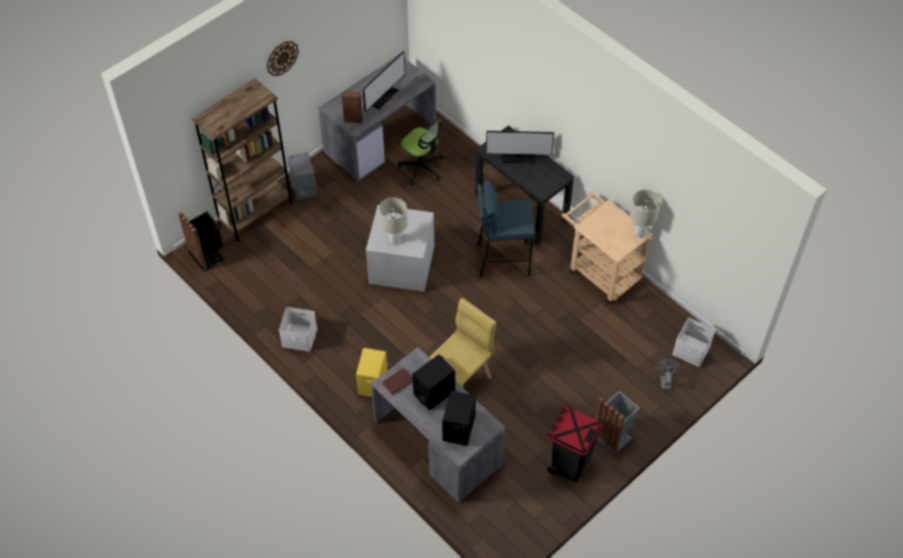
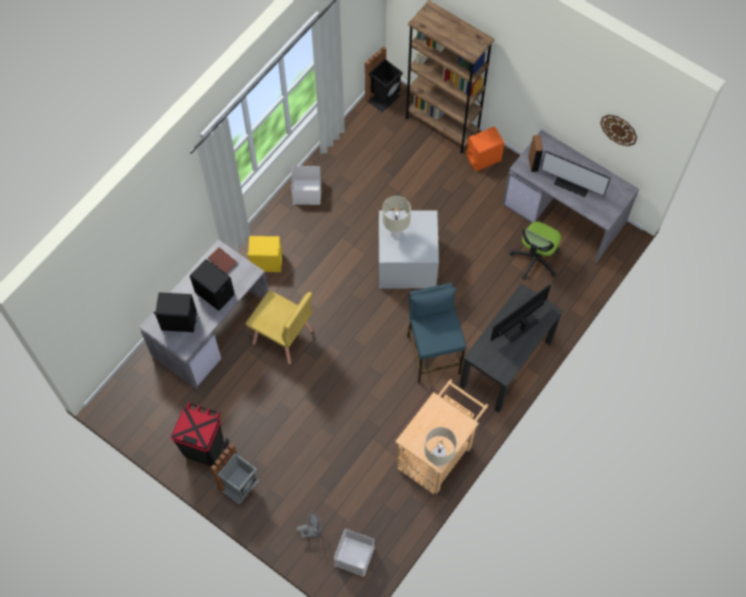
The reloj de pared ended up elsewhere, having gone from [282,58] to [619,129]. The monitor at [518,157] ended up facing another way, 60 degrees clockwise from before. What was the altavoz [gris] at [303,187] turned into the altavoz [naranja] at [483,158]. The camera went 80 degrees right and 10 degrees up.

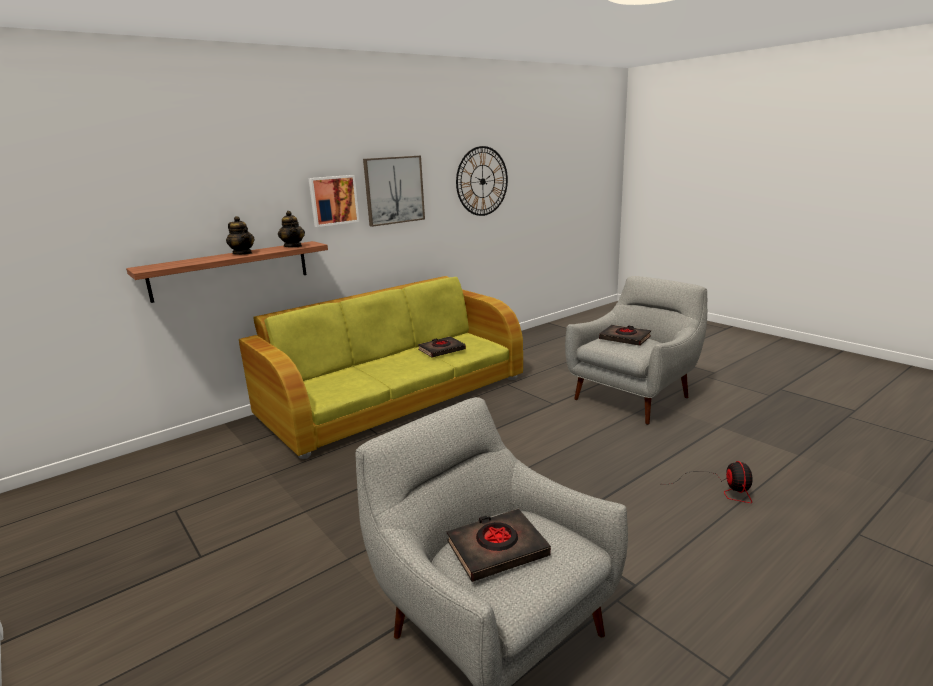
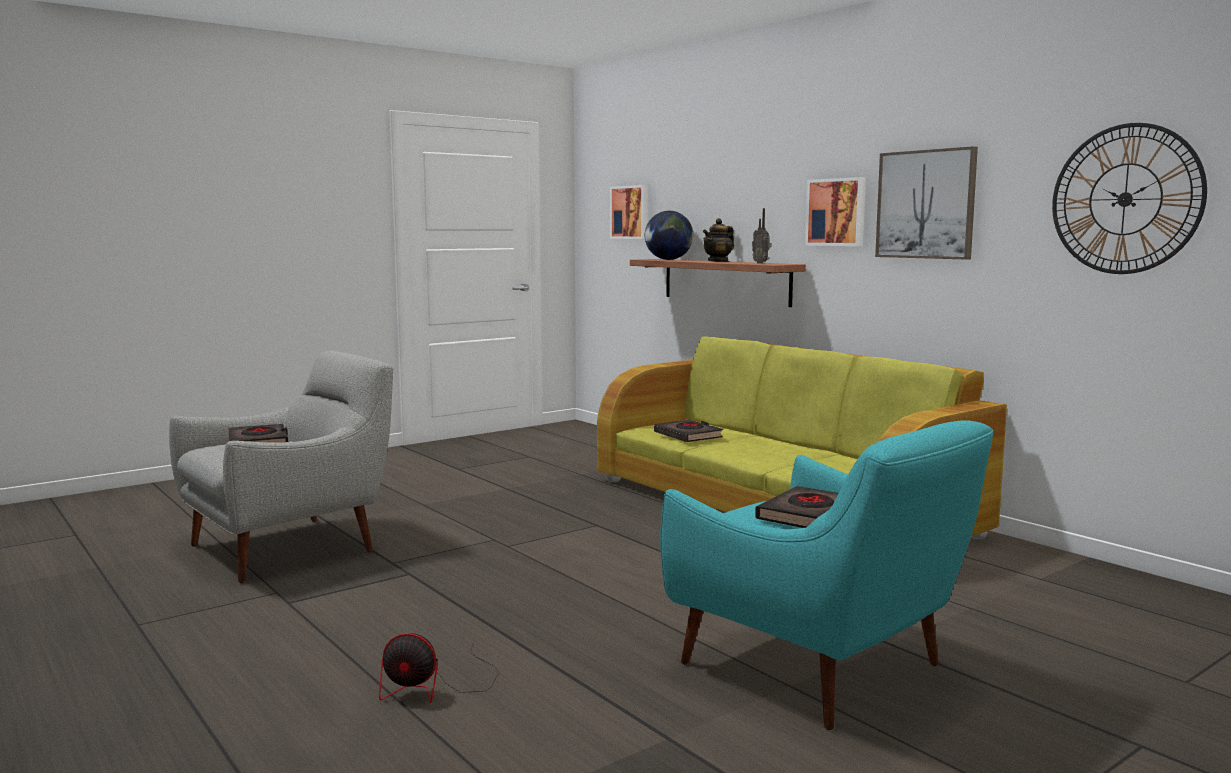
Where the tetera stood at [293,246], the radio came to stand at [761,263]. What was the sillón [gris] at [634,396] turned into the sillón [turquesa] at [820,669]. The libro [negro] ended up elsewhere, having gone from [441,350] to [688,436]. The second view gained the cuadro at [630,212]. The second view gained the globo terráqueo at [668,259]. The camera went 90 degrees right and 10 degrees down.

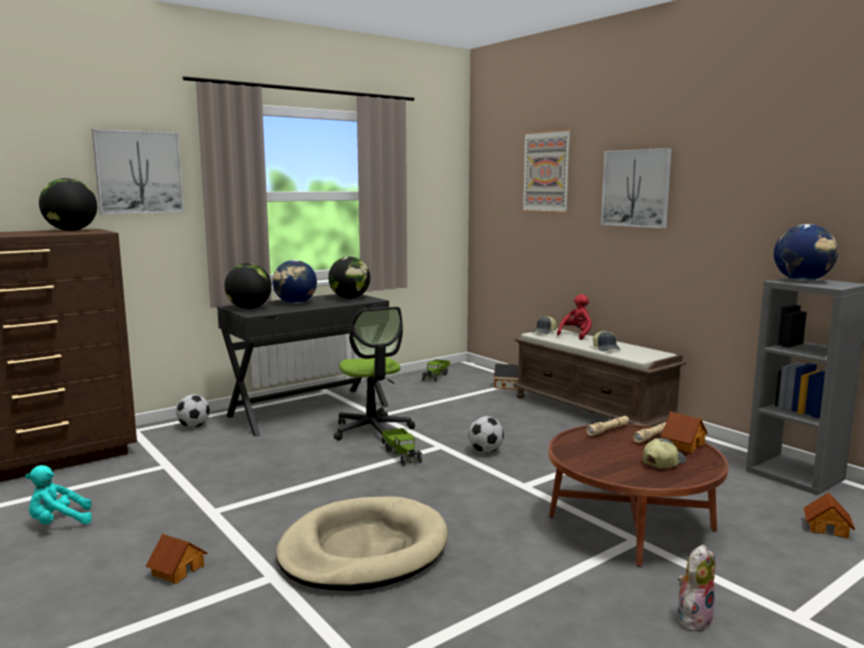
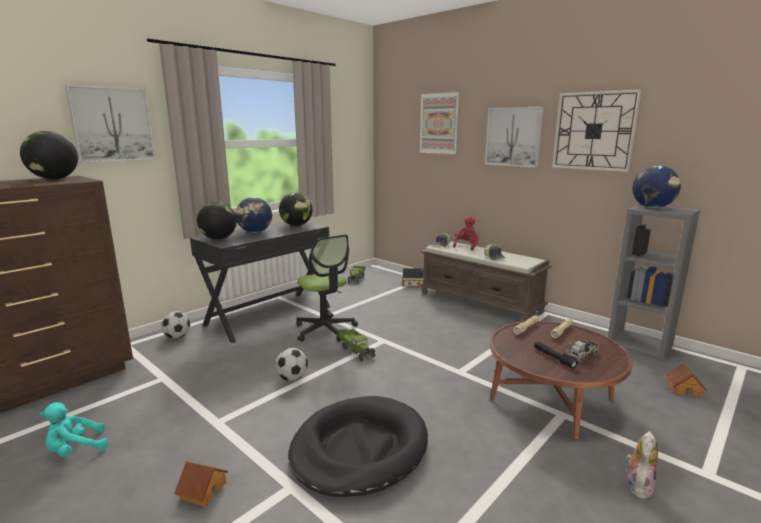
The second view lost the casita at [682,444]. The balón de fútbol ended up elsewhere, having gone from [485,451] to [292,378]. Where the gorra stood at [663,462], the camión de juguete came to stand at [582,355]. What was the cama para perro [beis] at [363,550] turned into the cama para perro [negro] at [359,448]. The second view gained the reloj de pared at [594,131]. The second view gained the linterna [negro] at [554,358]. The camera went 10 degrees left and 5 degrees up.

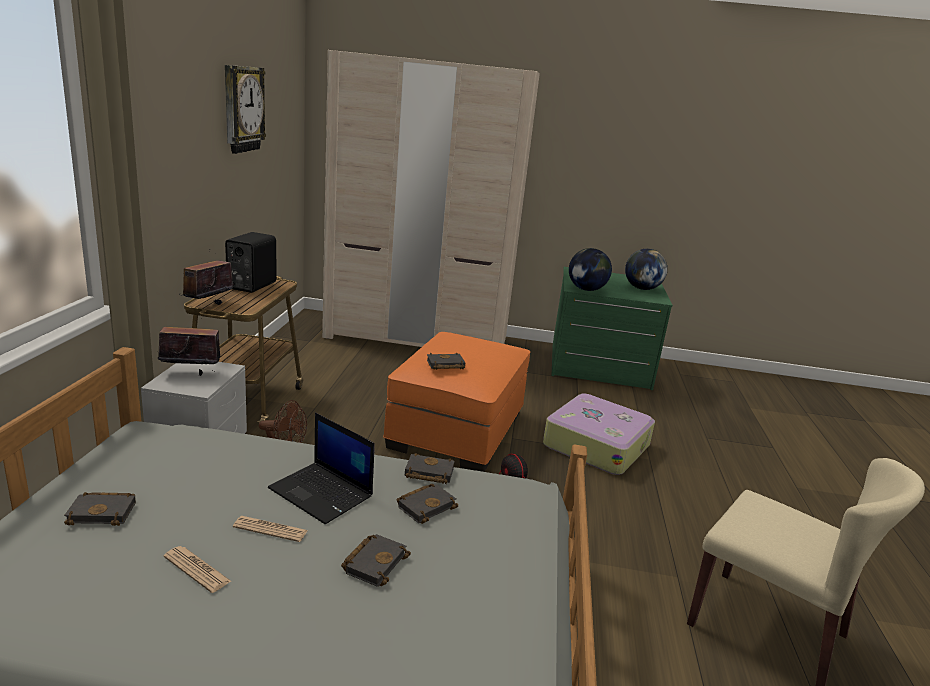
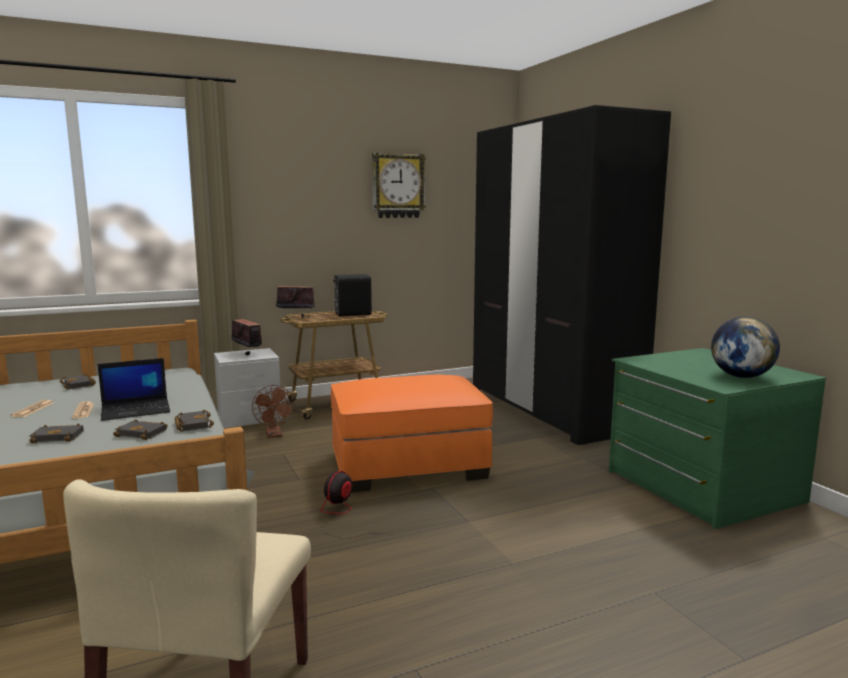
What was the armario ropero [beis] at [417,338] turned into the armario ropero [negro] at [550,409]. The second view lost the globo terráqueo at [586,289]. The second view lost the libro [negro] at [444,365]. The second view lost the maleta at [596,445]. The portátil at [322,493] ended up facing another way, 120 degrees counterclockwise from before. The camera went 60 degrees right and 10 degrees down.

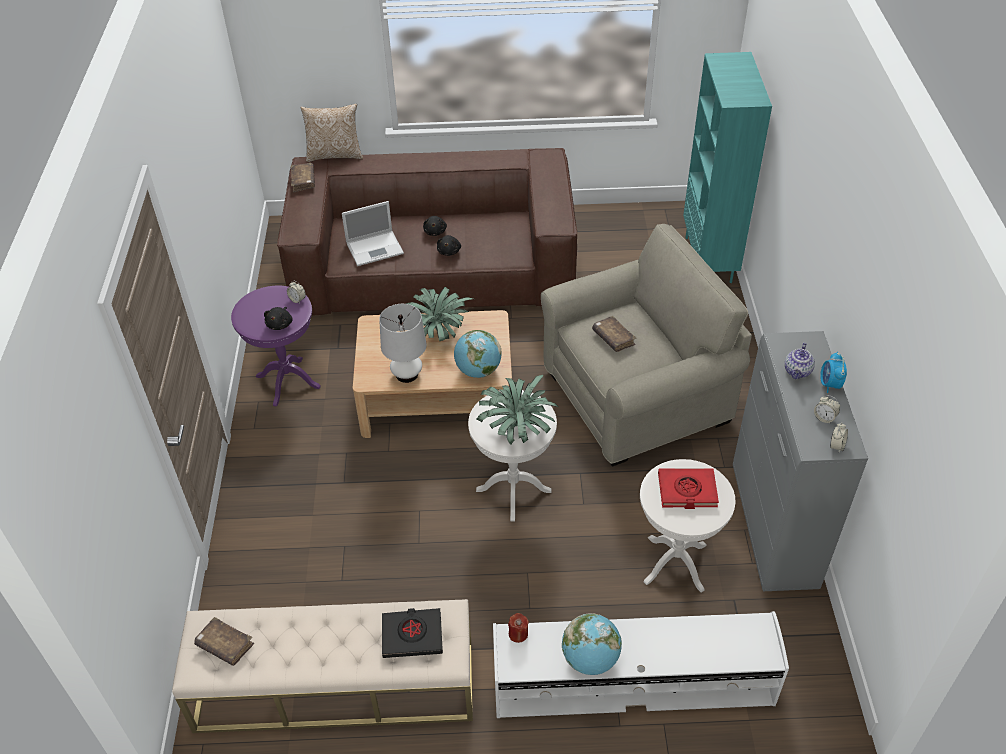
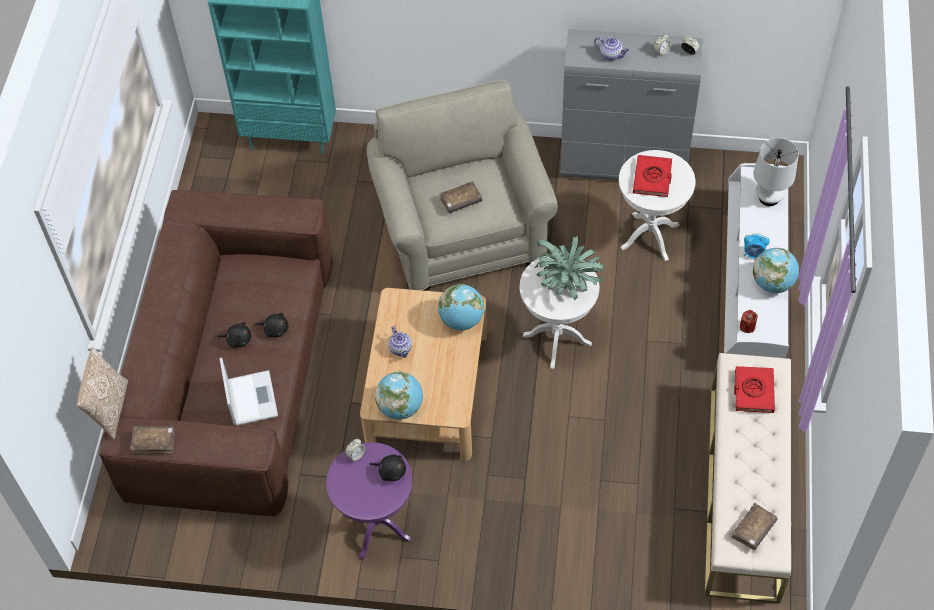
Where the planta en maceta stood at [437,332], the tetera came to stand at [401,349]. The lámpara de mesa [blanco] ended up elsewhere, having gone from [407,374] to [769,197]. The despertador ended up elsewhere, having gone from [829,384] to [753,254]. What was the libro [negro] at [412,635] turned into the libro [rojo] at [753,391]. The second view gained the globo terráqueo at [400,407]. The camera went 80 degrees left and 10 degrees up.

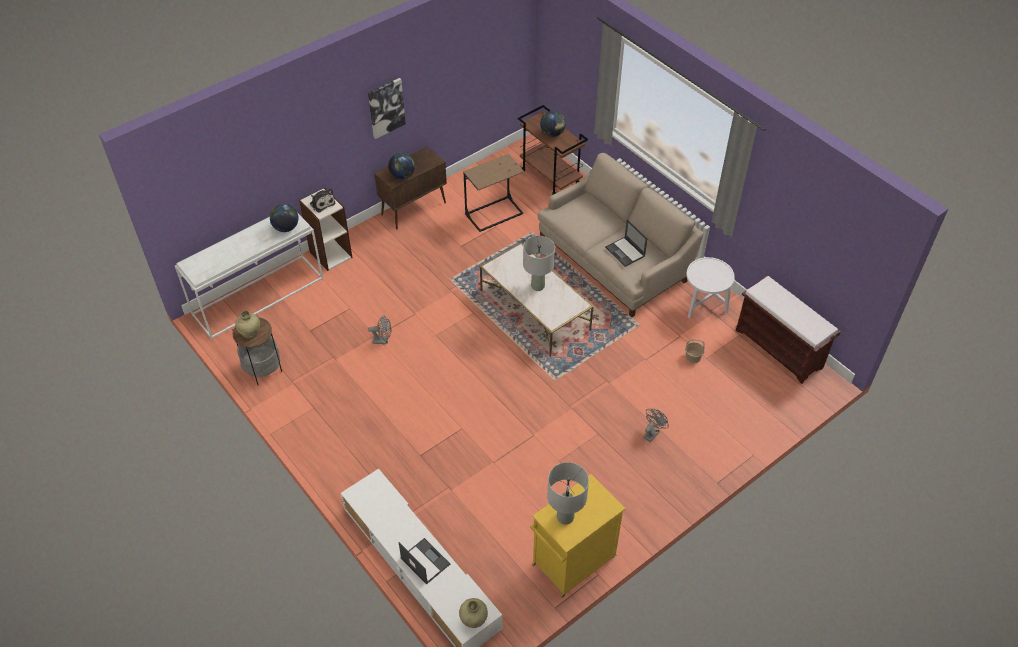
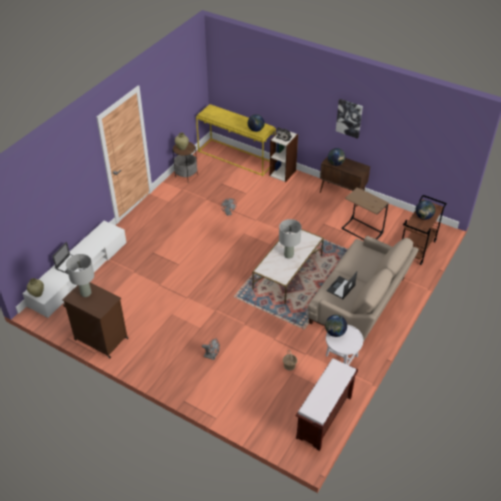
What was the mesa consola [blanco] at [258,295] turned into the mesa consola [amarillo] at [236,157]. What was the armario [amarillo] at [572,562] turned into the armario [marrón] at [100,338]. The second view gained the globo terráqueo at [335,332]. The camera went 70 degrees right and 5 degrees down.

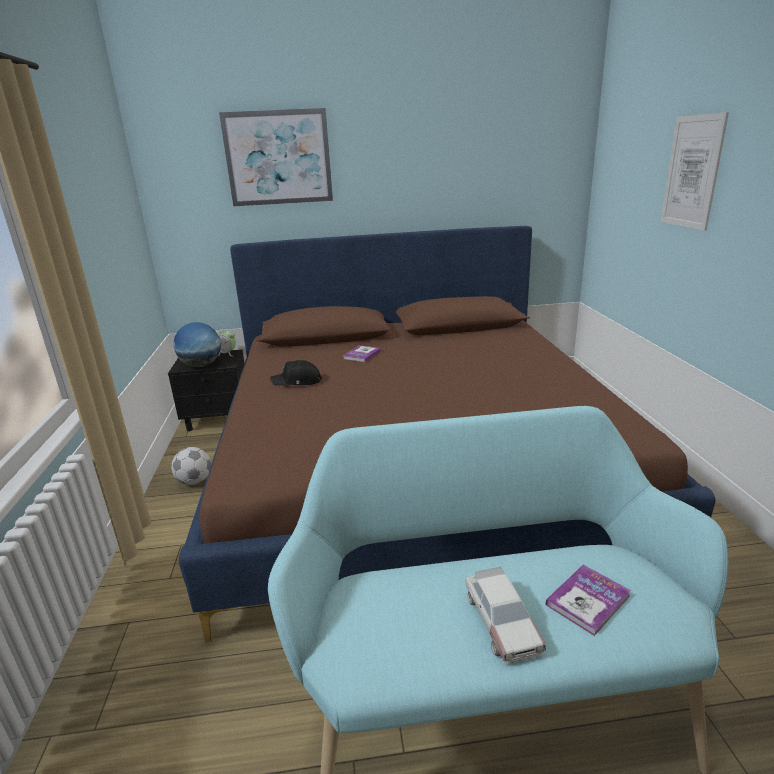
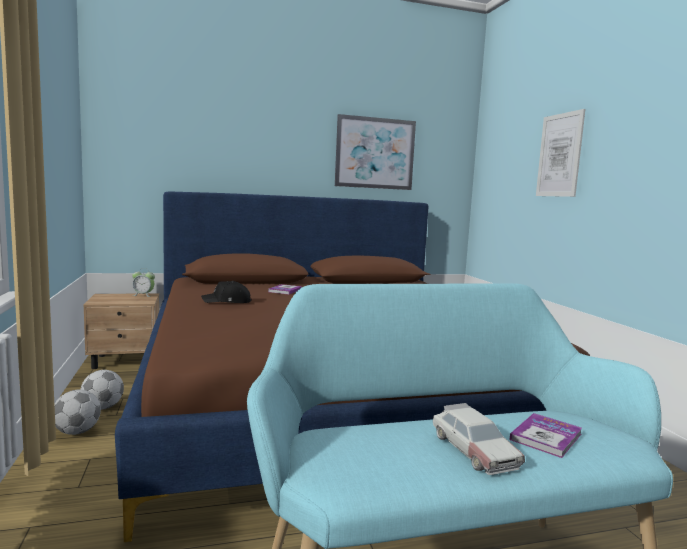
The cuadro ended up elsewhere, having gone from [278,158] to [375,153]. The second view lost the globo terráqueo at [201,365]. What was the mesita de noche [negro] at [219,419] turned into the mesita de noche [beis] at [126,361]. The second view gained the balón de fútbol at [77,432]. The camera went 10 degrees left and 15 degrees down.

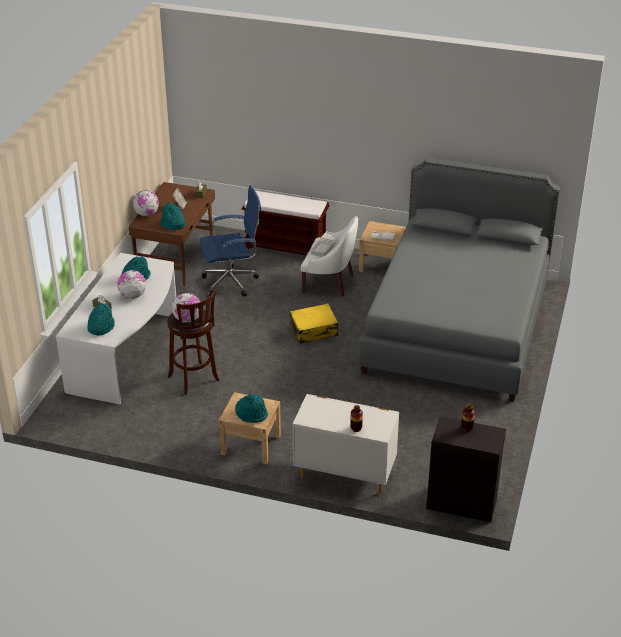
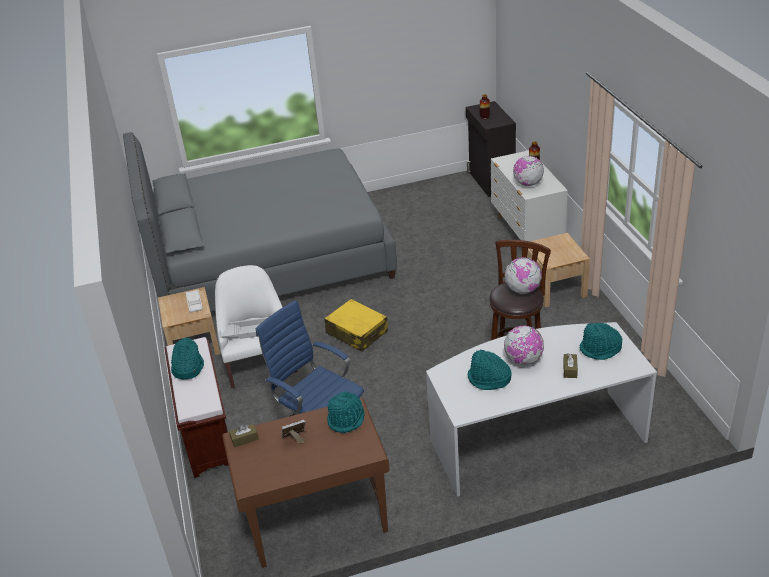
The globo terráqueo ended up elsewhere, having gone from [147,214] to [528,184]. The sombrero [turquesa] ended up elsewhere, having gone from [252,414] to [187,368]. The camera went 120 degrees left and 0 degrees up.

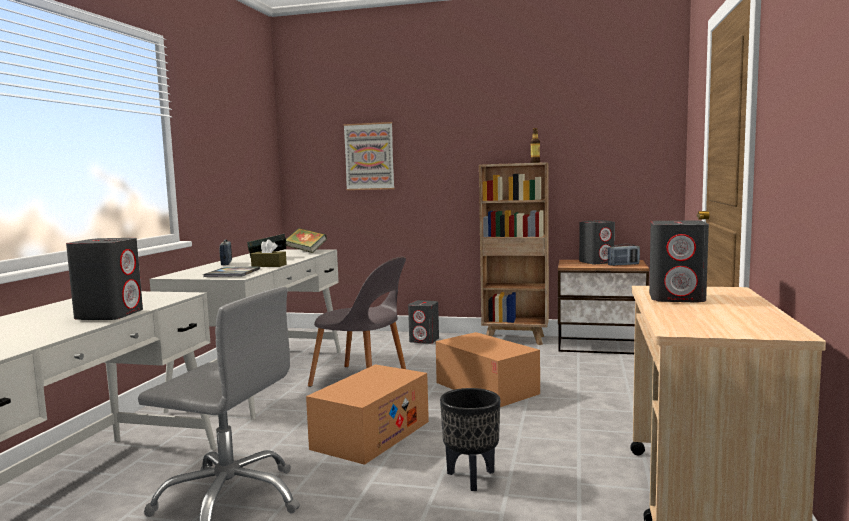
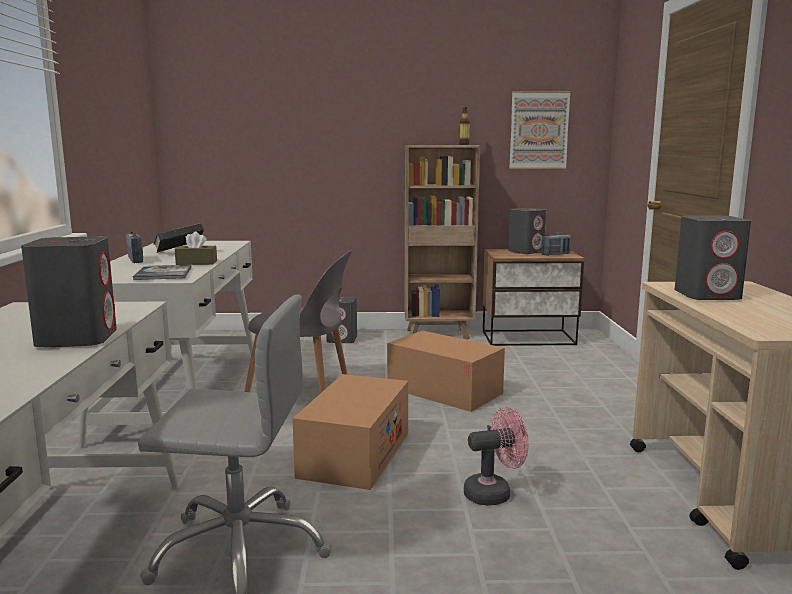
The cuadro ended up elsewhere, having gone from [369,156] to [539,130]. The second view lost the libro at [306,251]. Where the maceta [negro] stood at [471,478], the ventilador [rosa] came to stand at [494,493]. The camera went 15 degrees left and 5 degrees up.

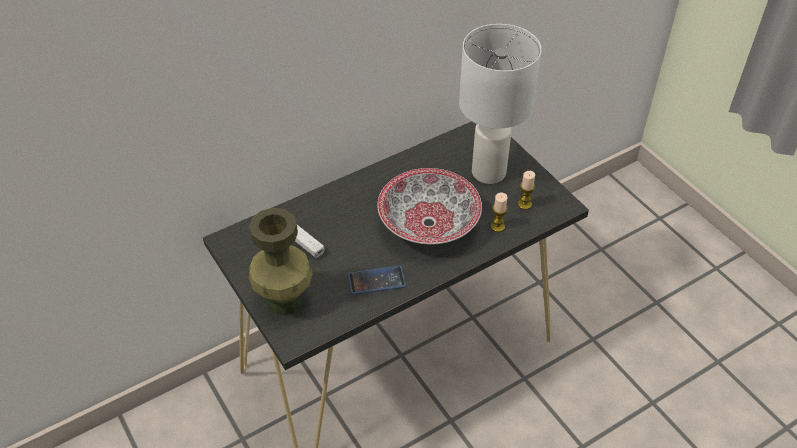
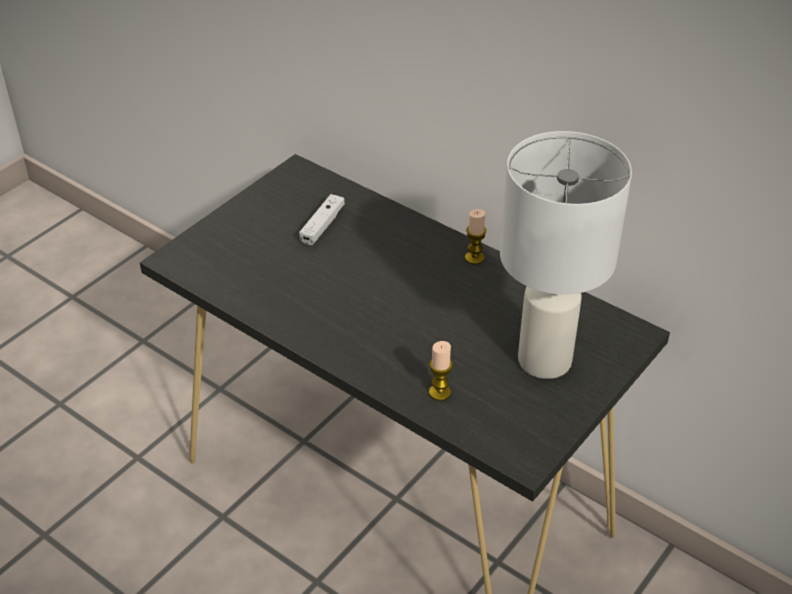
The second view lost the cuenco at [428,224]. The vela ended up elsewhere, having gone from [524,204] to [474,258]. The second view lost the florero [verde] at [285,301]. The second view lost the móvil at [376,281]. The camera went 70 degrees right and 5 degrees down.

